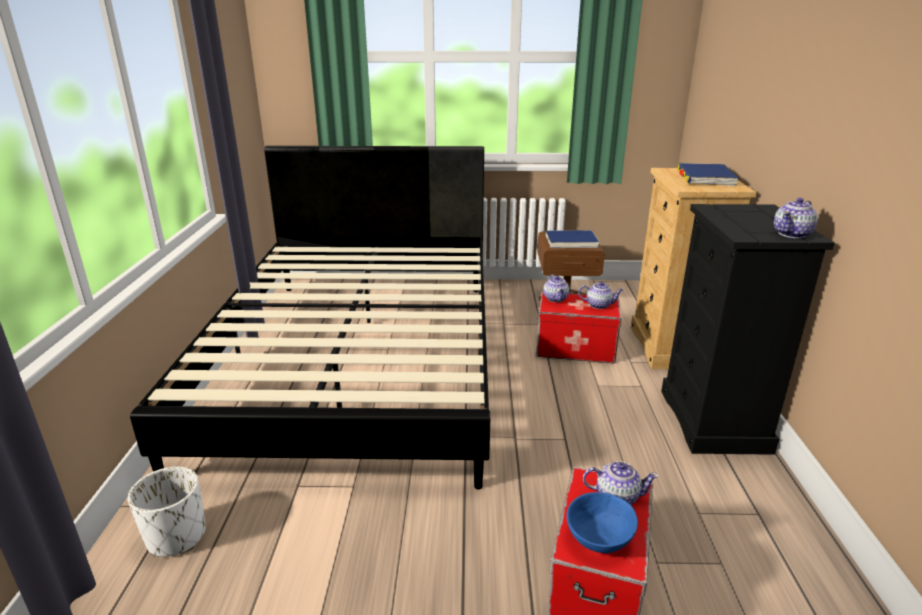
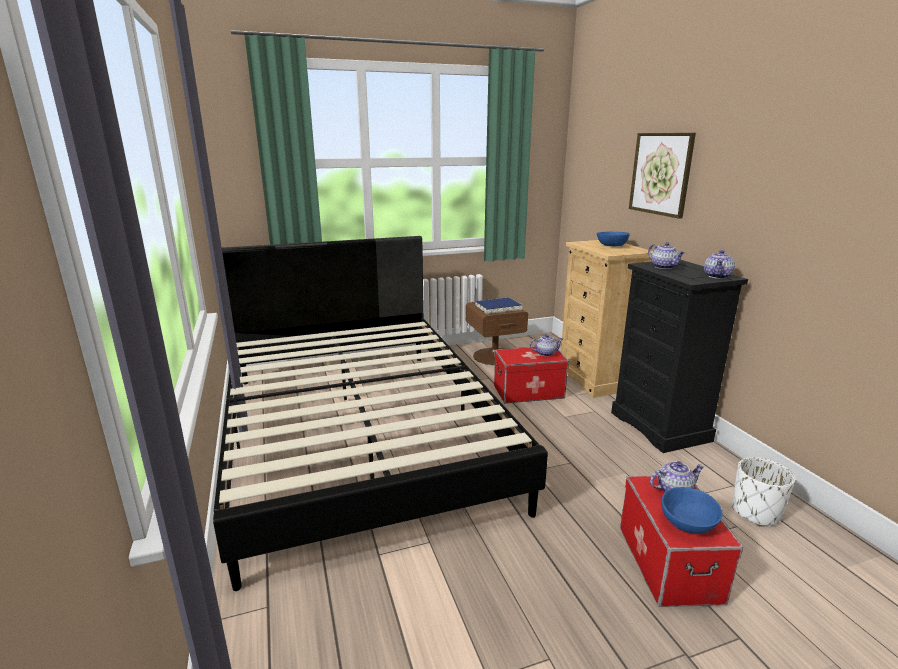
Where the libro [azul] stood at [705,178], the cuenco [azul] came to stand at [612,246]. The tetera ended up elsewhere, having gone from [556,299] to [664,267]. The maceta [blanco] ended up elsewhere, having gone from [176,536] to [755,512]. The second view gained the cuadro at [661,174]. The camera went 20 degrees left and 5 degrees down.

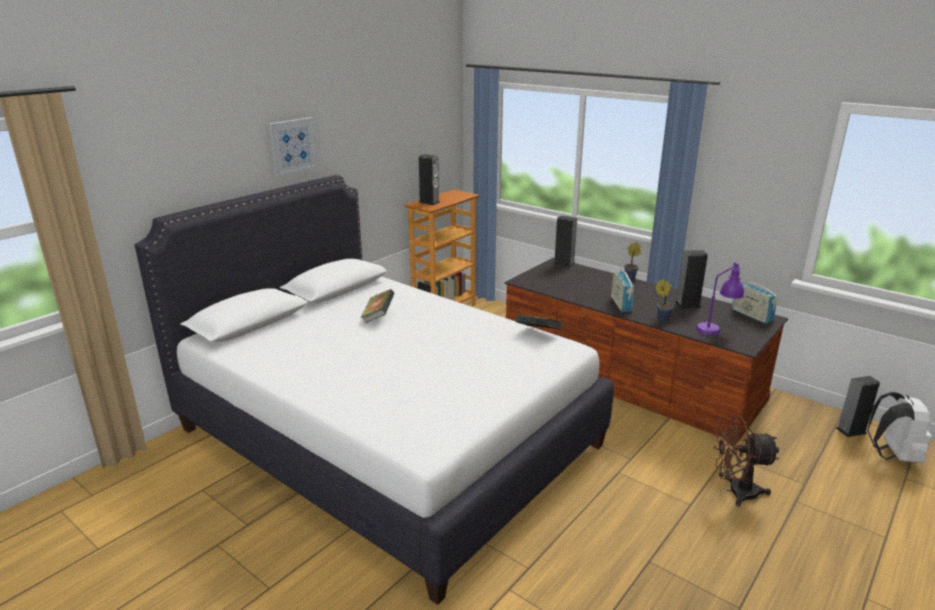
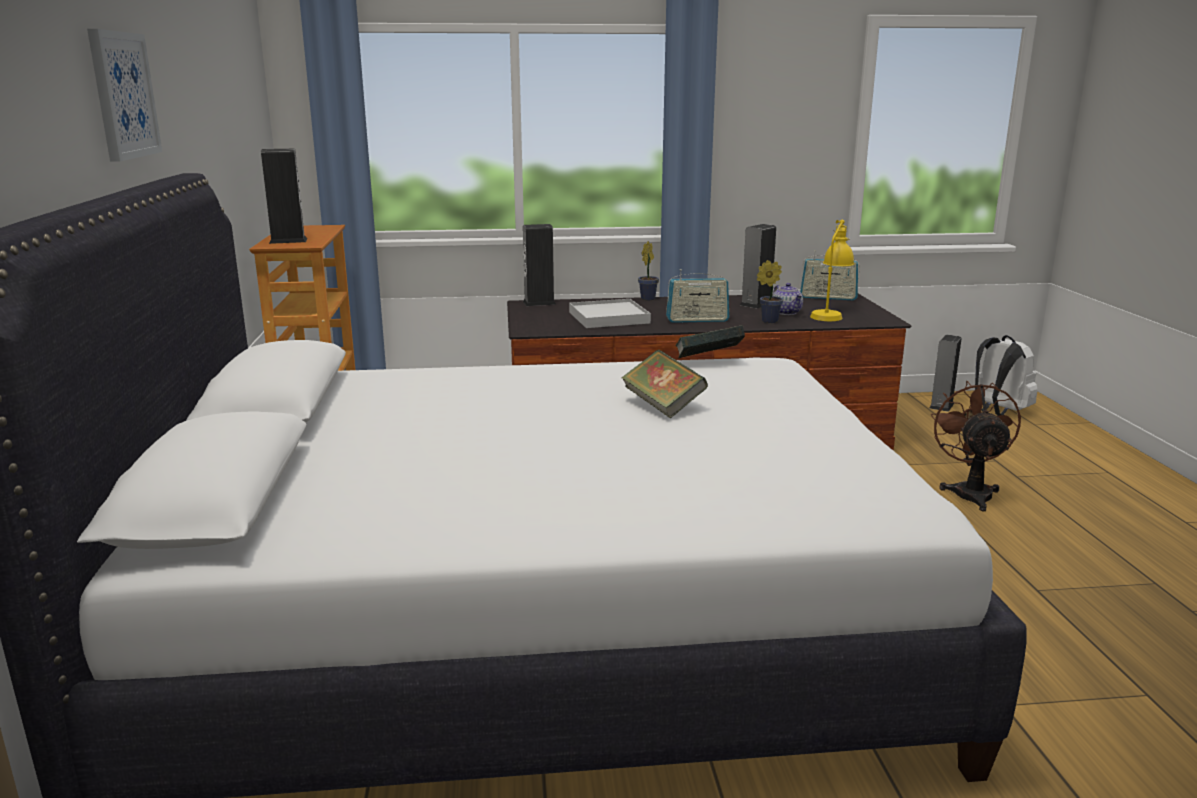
What was the lámpara de mesa [morado] at [716,328] turned into the lámpara de mesa [amarillo] at [829,314]. The radio at [621,304] ended up facing another way, 45 degrees counterclockwise from before. The libro ended up elsewhere, having gone from [378,317] to [663,405]. The ventilador [marrón] at [735,491] ended up facing another way, 135 degrees clockwise from before. The second view gained the tetera at [786,312]. The second view gained the bandeja [blanco] at [609,317]. The camera went 45 degrees left and 5 degrees down.

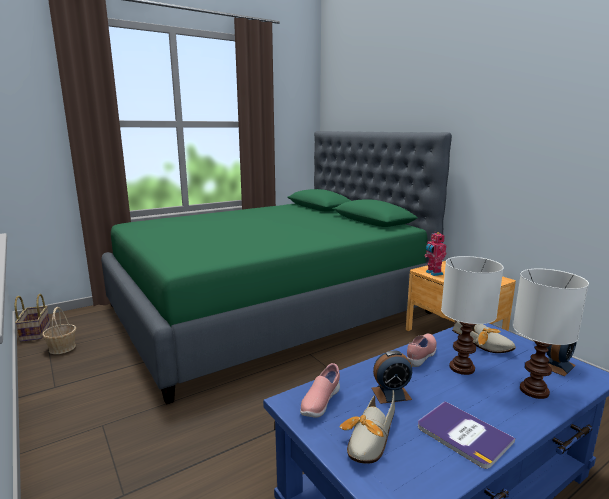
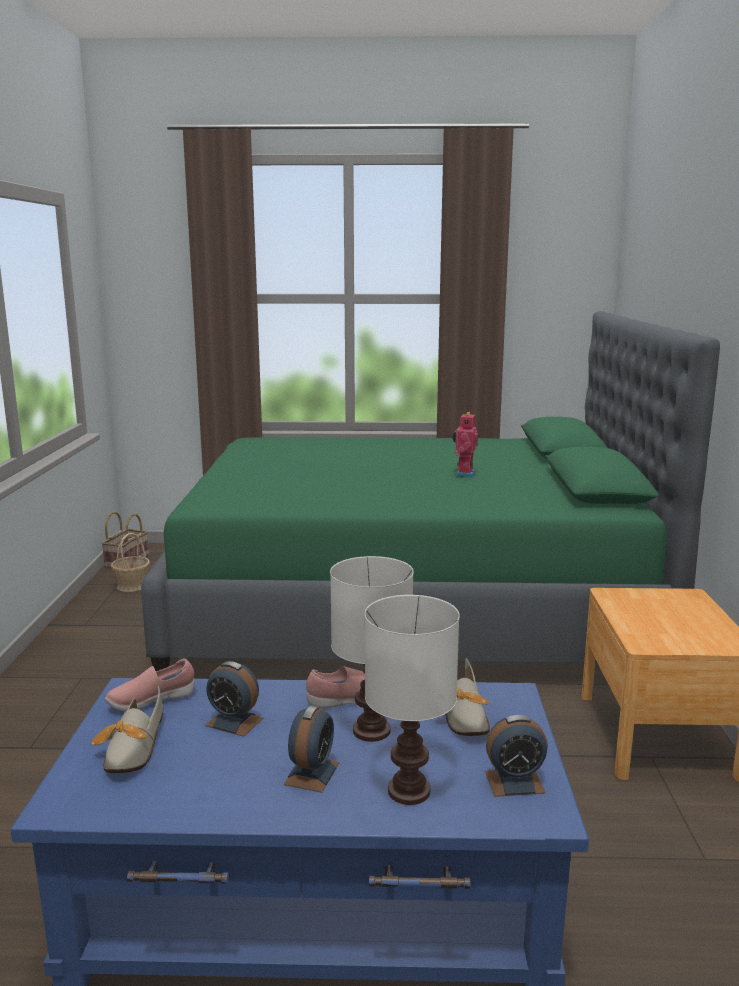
The robot de juguete ended up elsewhere, having gone from [433,273] to [464,474]. The zapato at [369,440] ended up facing another way, 60 degrees counterclockwise from before. The second view lost the libro at [463,434]. The second view gained the despertador at [312,773]. The camera went 35 degrees right and 0 degrees up.

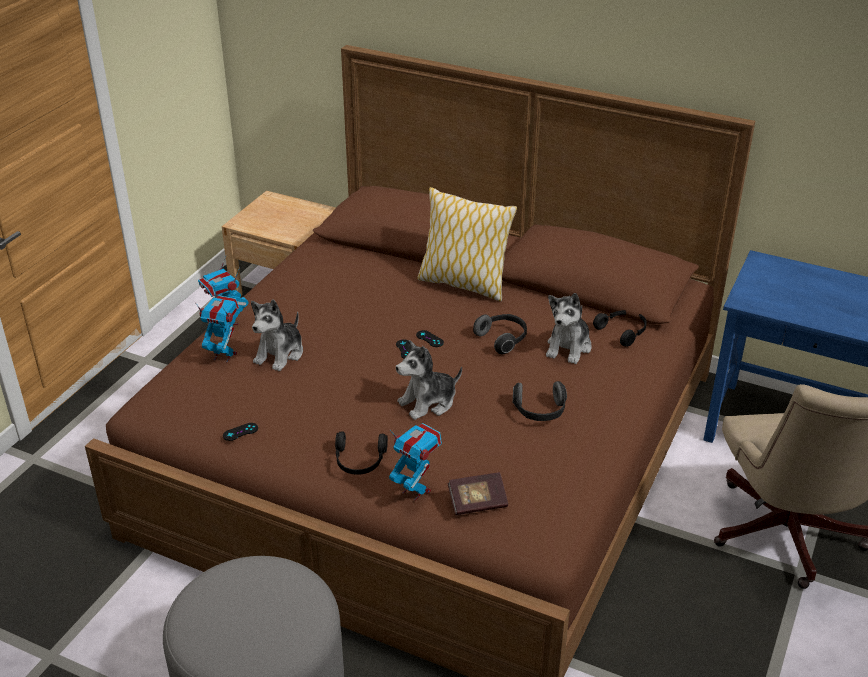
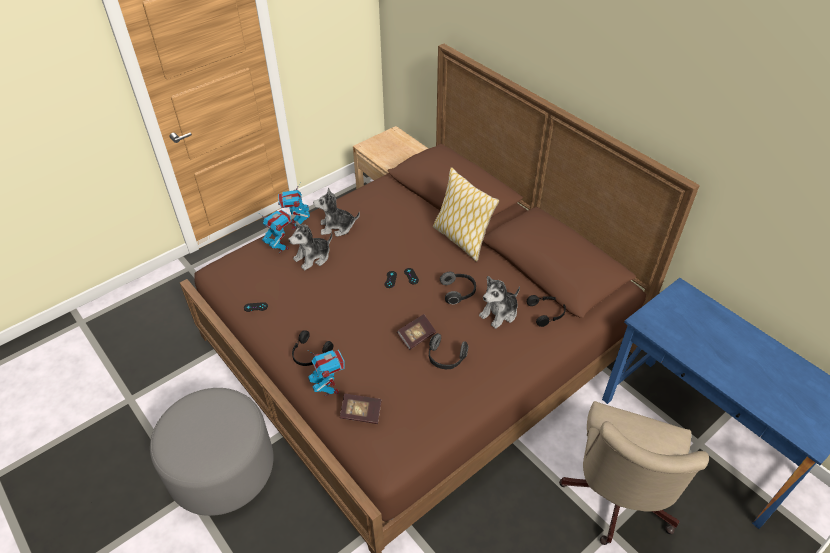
The peluche ended up elsewhere, having gone from [428,402] to [337,227]. The second view gained the libro at [416,337]. The camera went 25 degrees right and 10 degrees up.

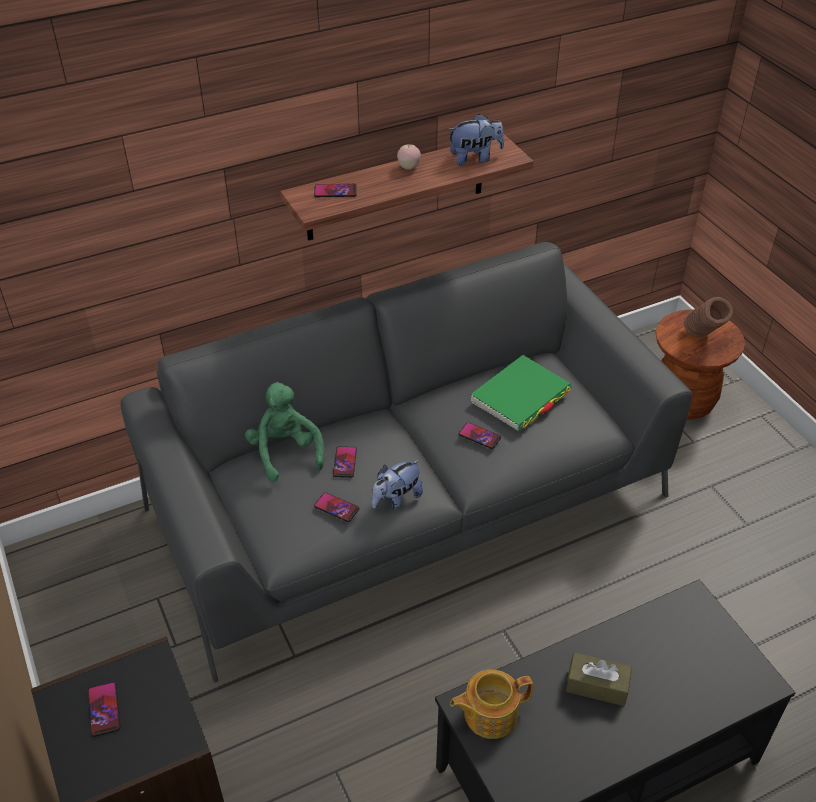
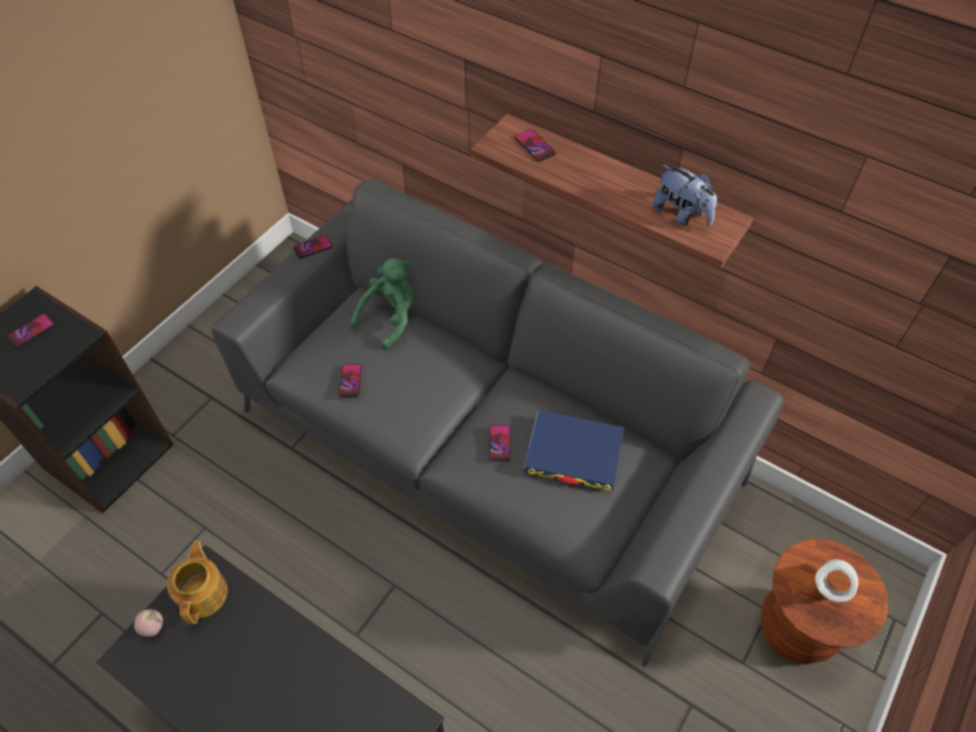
The manzana ended up elsewhere, having gone from [409,167] to [153,628]. What was the florero [marrón] at [702,340] turned into the florero [blanco] at [825,594]. What was the libro [verde] at [520,397] turned into the libro [azul] at [573,453]. The móvil ended up elsewhere, having gone from [345,462] to [313,247]. The second view lost the peluche at [396,499]. The second view lost the caja de pañuelos [marrón] at [597,685]. The tetera at [489,714] ended up facing another way, 45 degrees clockwise from before. The camera went 60 degrees right and 10 degrees up.

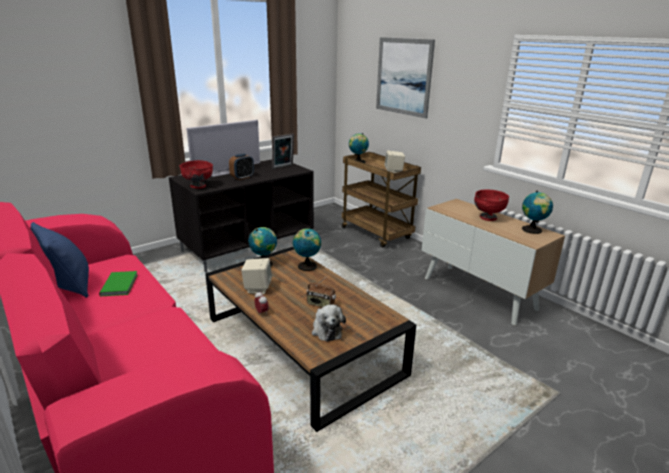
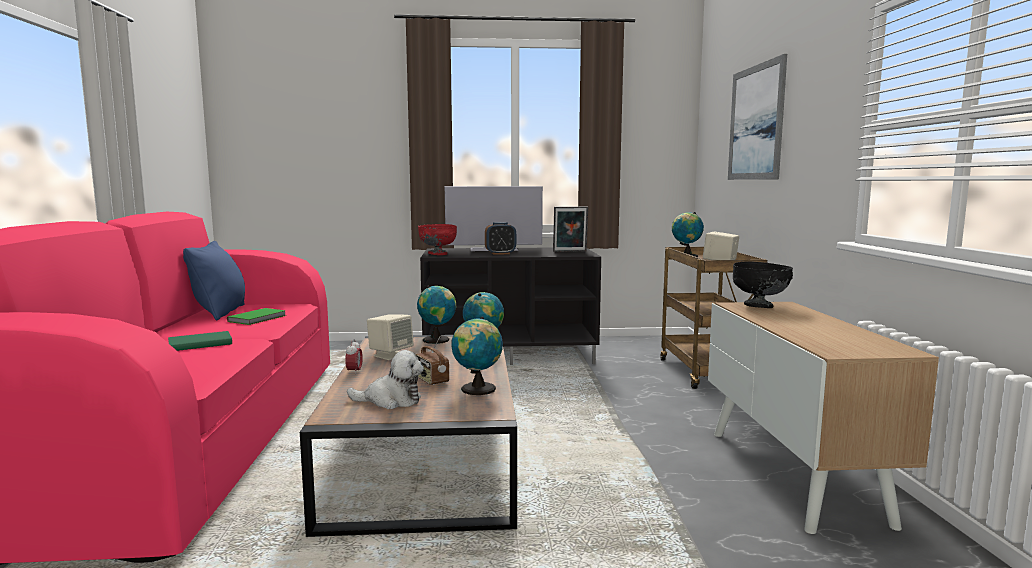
The second view lost the cuenco [rojo] at [487,218]. The globo terráqueo ended up elsewhere, having gone from [532,230] to [477,390]. The peluche at [326,330] ended up facing another way, 105 degrees counterclockwise from before. The second view gained the cuenco [negro] at [759,306]. The second view gained the libro [verde] at [199,343]. The camera went 35 degrees right and 15 degrees down.

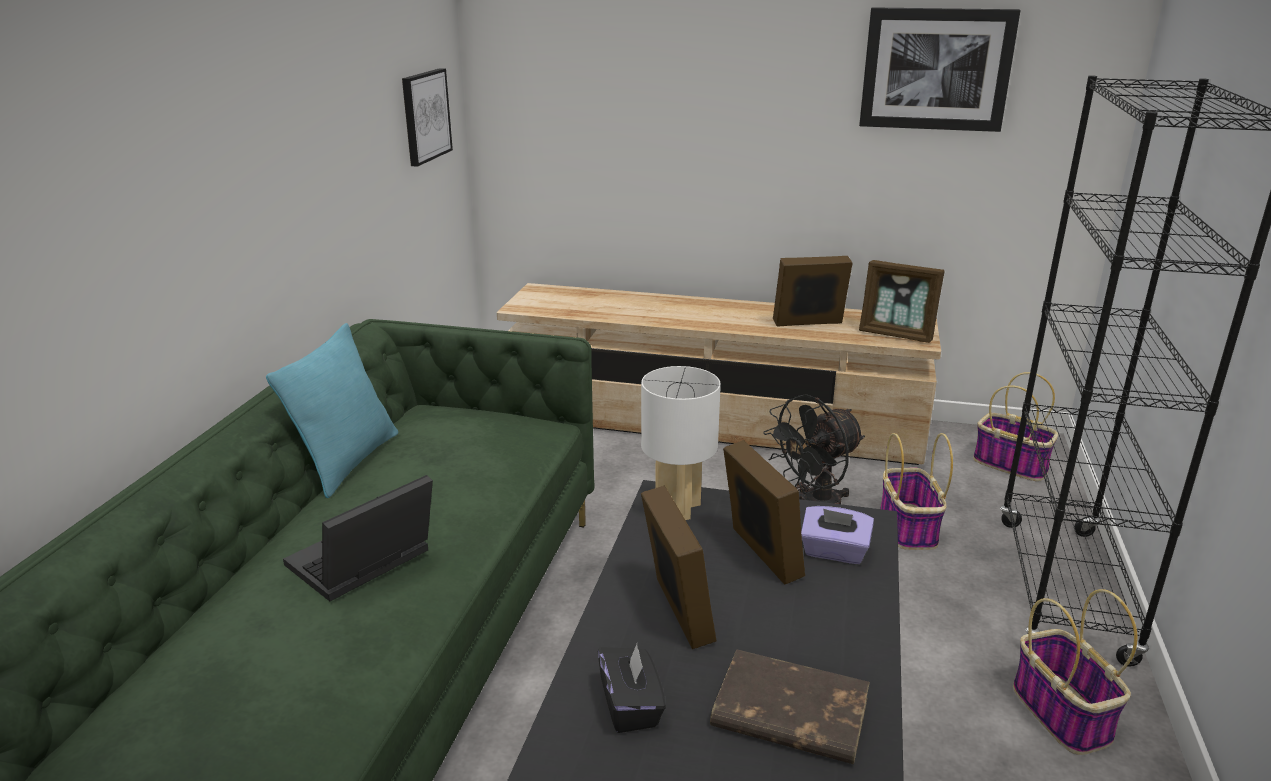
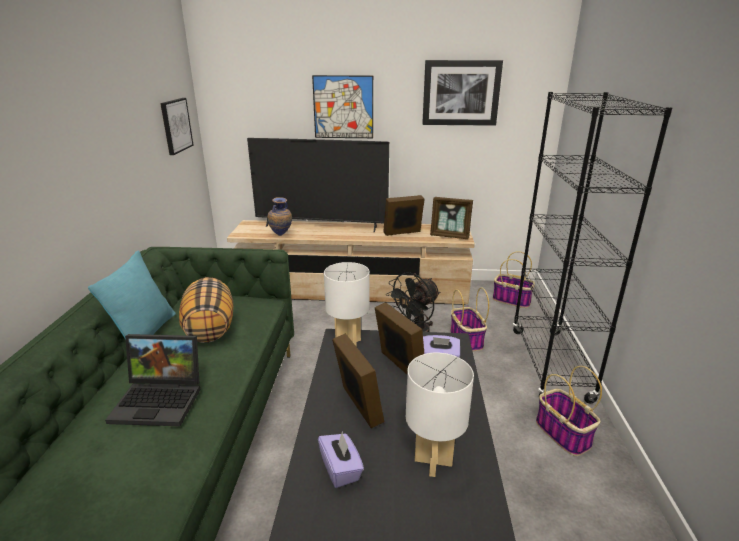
The portátil at [362,564] ended up facing another way, 120 degrees counterclockwise from before. What was the caja de pañuelos [negro] at [631,706] turned into the caja de pañuelos [morado] at [341,469]. Where the libro [marrón] stood at [788,713], the lámpara de mesa [blanco] came to stand at [433,461]. The second view gained the cuadro at [343,107]. The second view gained the televisor at [321,226]. The second view gained the florero at [281,236]. The second view gained the cojín at [209,328]. The camera went 10 degrees left and 0 degrees up.

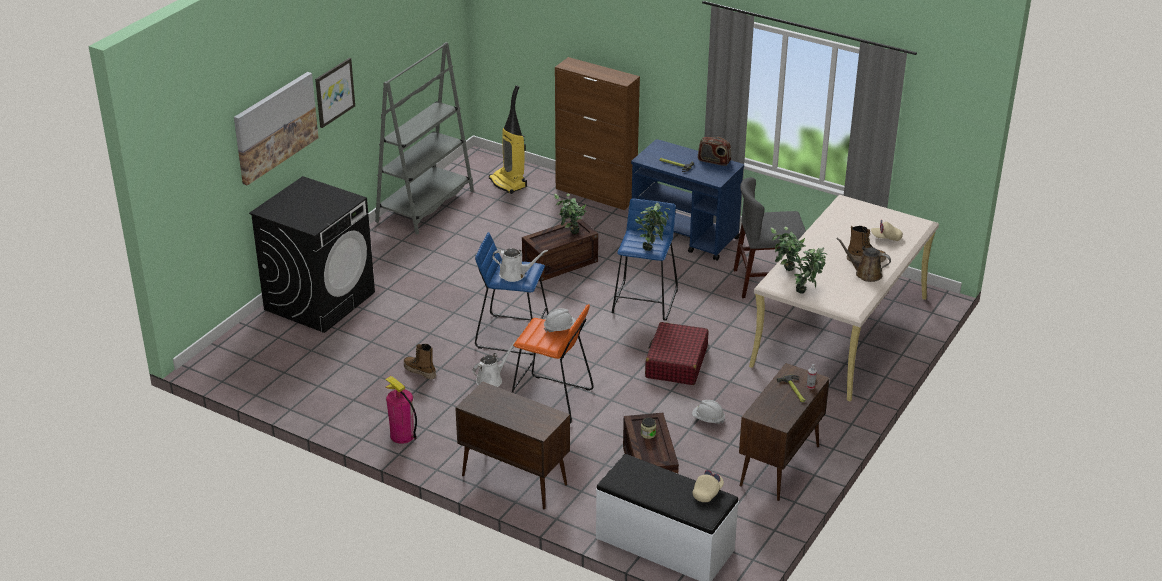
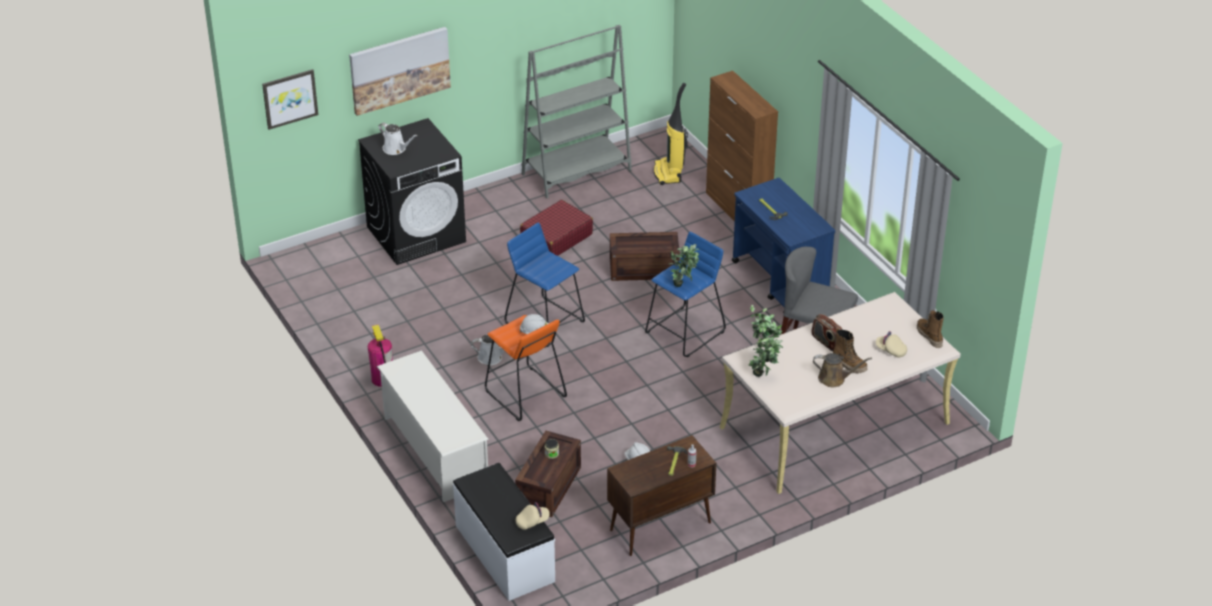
The cuadro ended up elsewhere, having gone from [334,92] to [289,98]. The radio ended up elsewhere, having gone from [714,161] to [826,342]. The second view lost the planta en maceta at [570,234]. The regadera [marrón] at [865,274] ended up facing another way, 135 degrees clockwise from before. The regadera [blanco] ended up elsewhere, having gone from [515,274] to [396,149]. The maleta [rojo] ended up elsewhere, having gone from [676,363] to [556,237]. The bota ended up elsewhere, having gone from [419,371] to [929,336]. Where the armario [marrón] stood at [513,480], the zapatero [blanco] came to stand at [434,451]. The camera went 30 degrees right and 5 degrees up.

